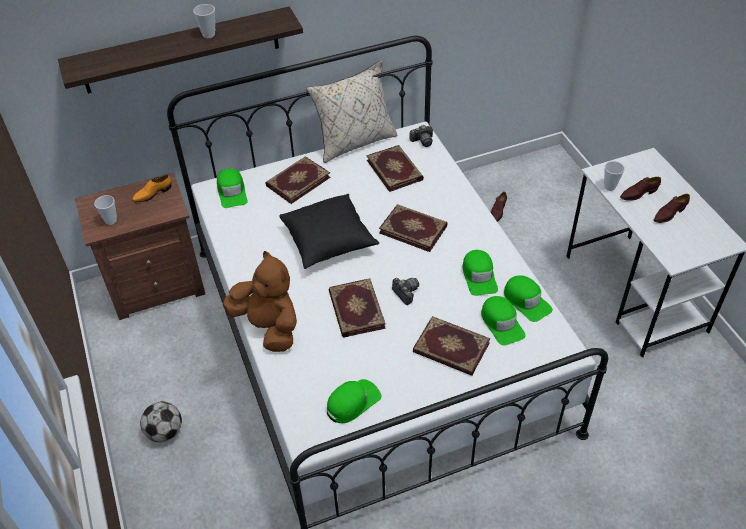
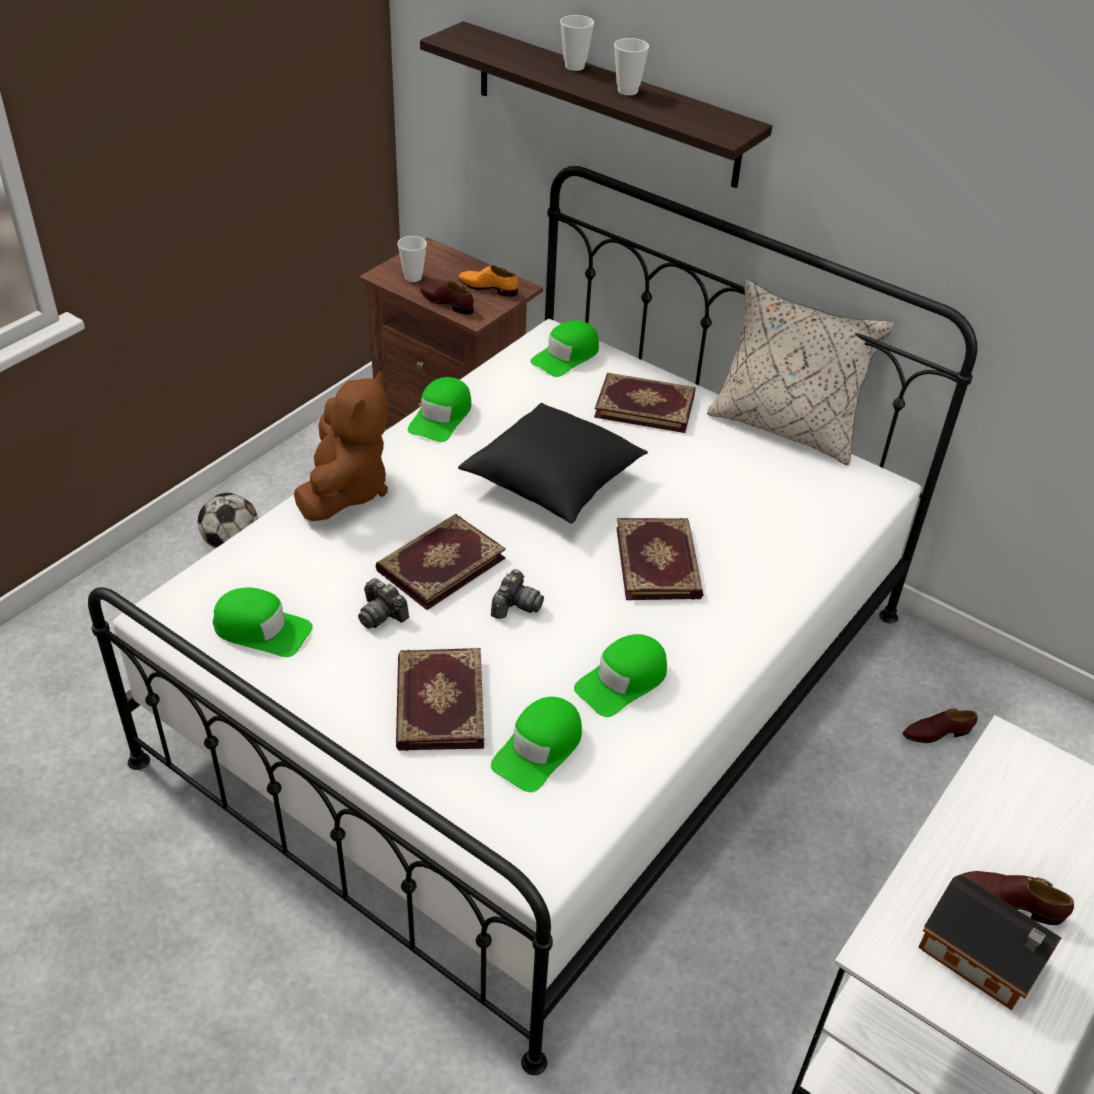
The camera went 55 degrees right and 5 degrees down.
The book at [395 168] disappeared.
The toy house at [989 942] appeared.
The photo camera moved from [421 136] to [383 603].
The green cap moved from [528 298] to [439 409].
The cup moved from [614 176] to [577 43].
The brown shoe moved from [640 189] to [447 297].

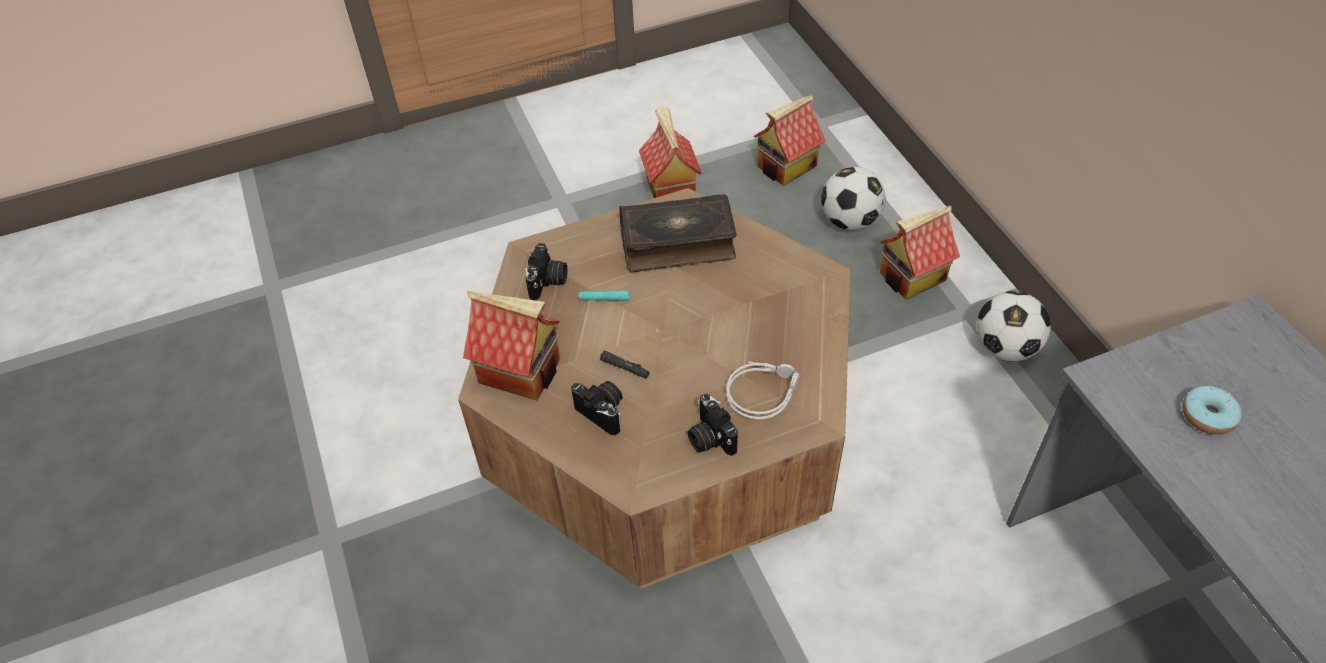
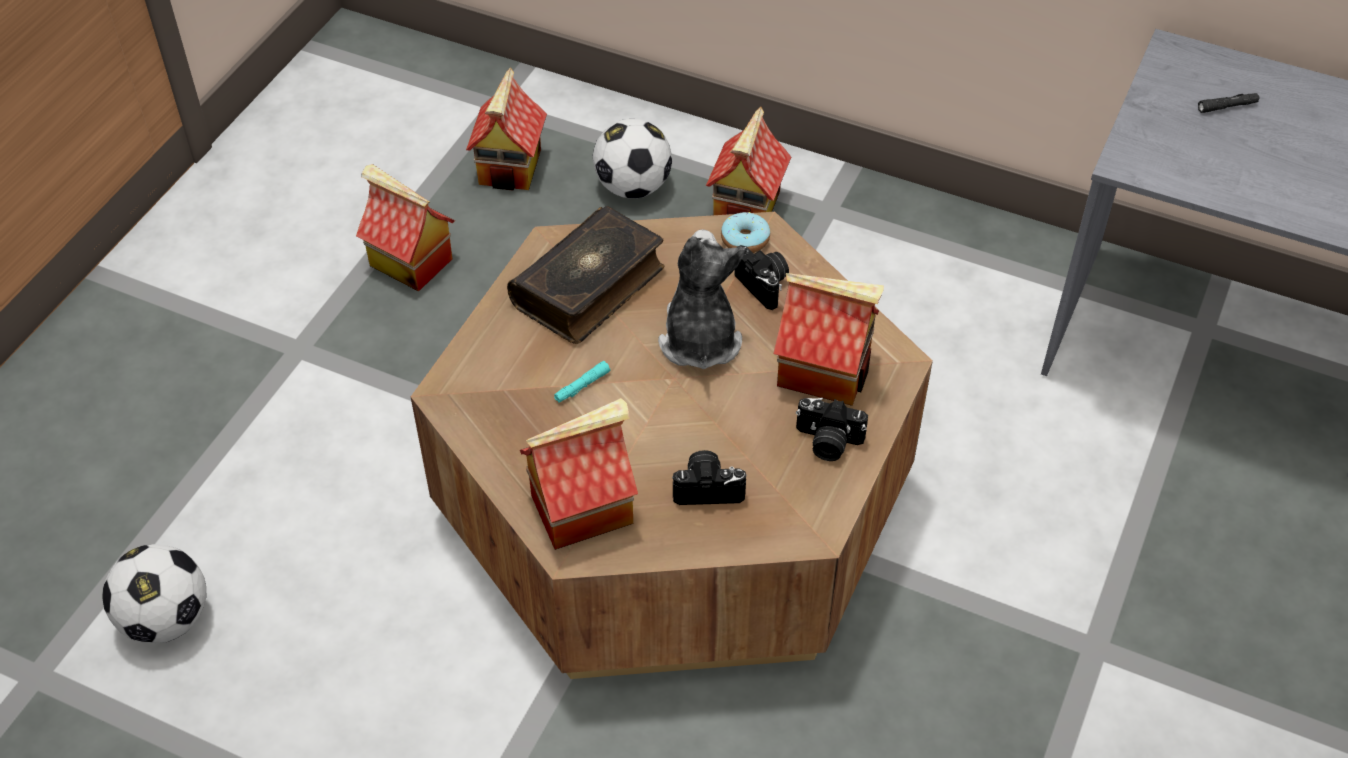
The camera went 45 degrees left and 0 degrees up.
The plush toy at [701 299] appeared.
The photo camera moved from [546 272] to [761 277].
The black flashlight moved from [625 365] to [1229 103].
The football moved from [1013 326] to [154 593].
The donut moved from [1212 410] to [745 232].
The grey headphones at [763 390] was replaced by the toy house at [828 339].

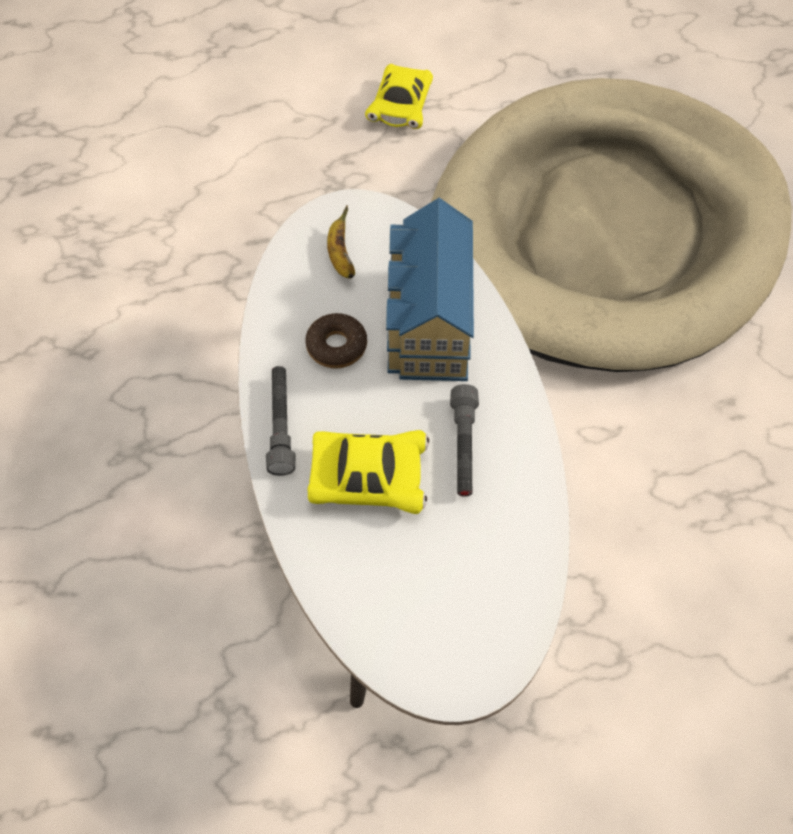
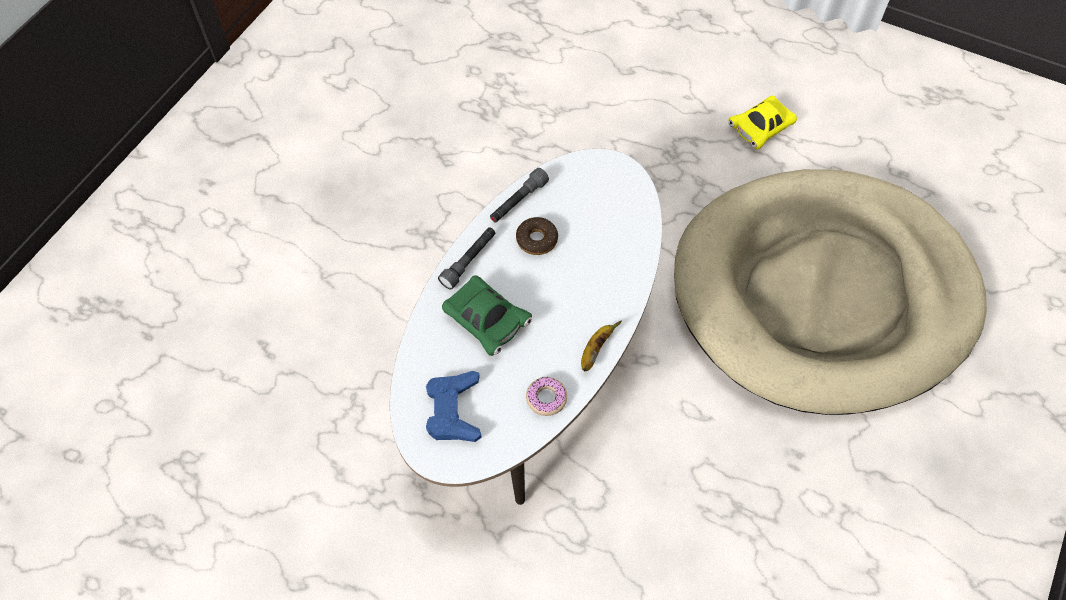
The camera went 40 degrees right and 0 degrees up.
The toy house at [430 289] disappeared.
The blue game controller at [454 406] appeared.
The donut at [546 396] appeared.
The banana moved from [341 241] to [601 345].
The grey flashlight moved from [464 440] to [519 195].
The yellow toy car at [368 472] became the green toy car at [487 315].

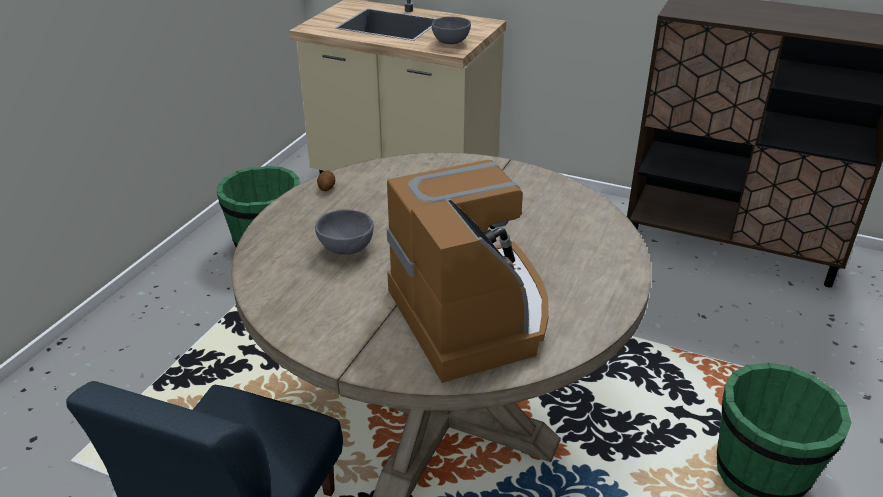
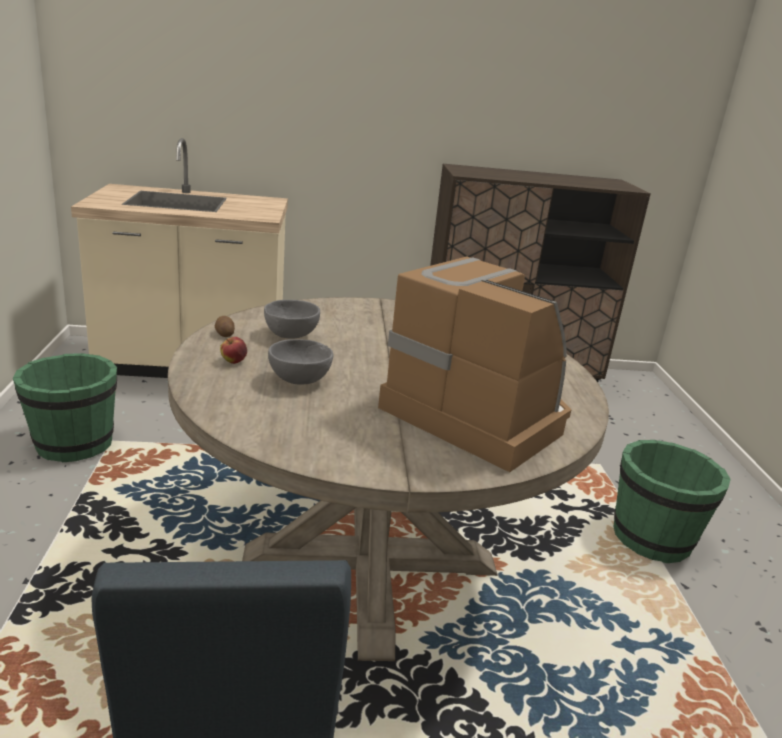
The camera went 30 degrees left and 10 degrees down.
The apple at [233 350] appeared.
The grey bowl moved from [451 30] to [292 319].

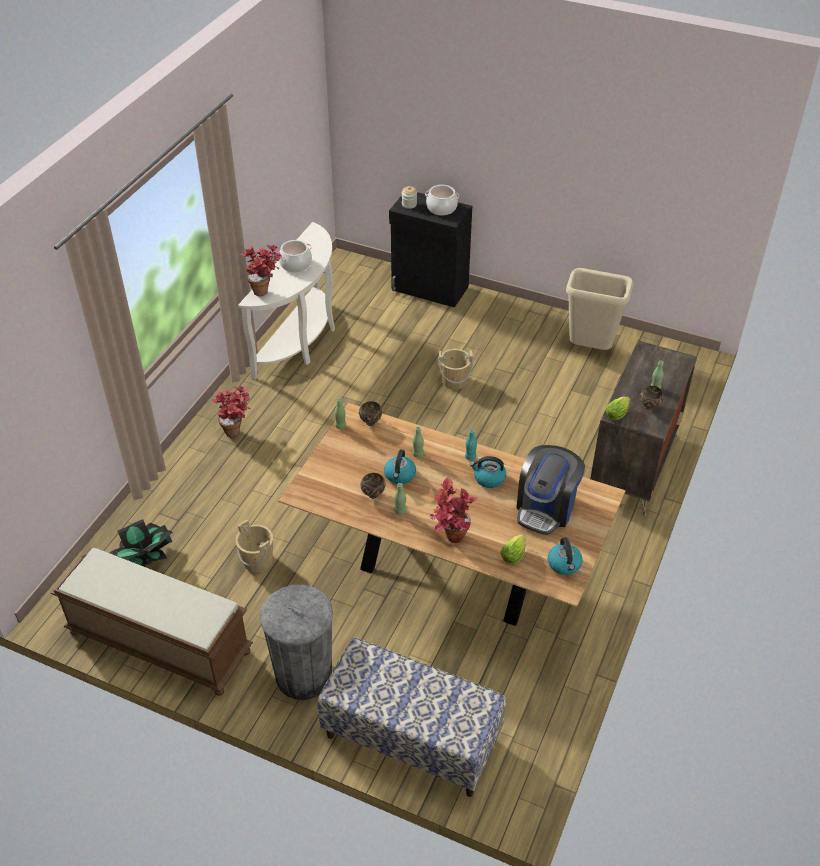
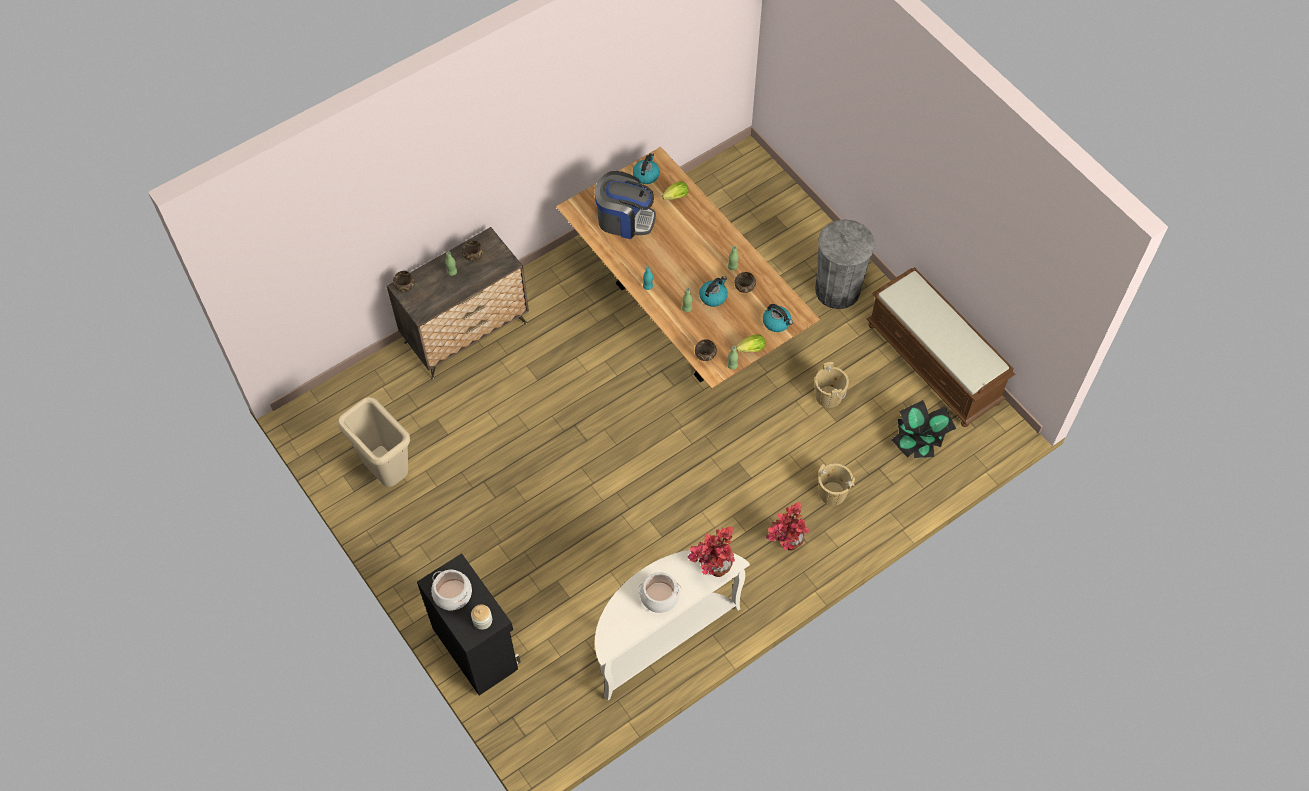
The camera went 150 degrees left and 15 degrees up.
The bench at [411 717] disappeared.
The potted plant at [454 510] disappeared.
The brown bowl at [404 281] appeared.
The beige bucket moved from [455 369] to [836 484].
The kettle moved from [488 472] to [778 318].
The lettuce moved from [618 408] to [750 343].
The coffee machine at [550 490] turned 45 degrees clockwise.

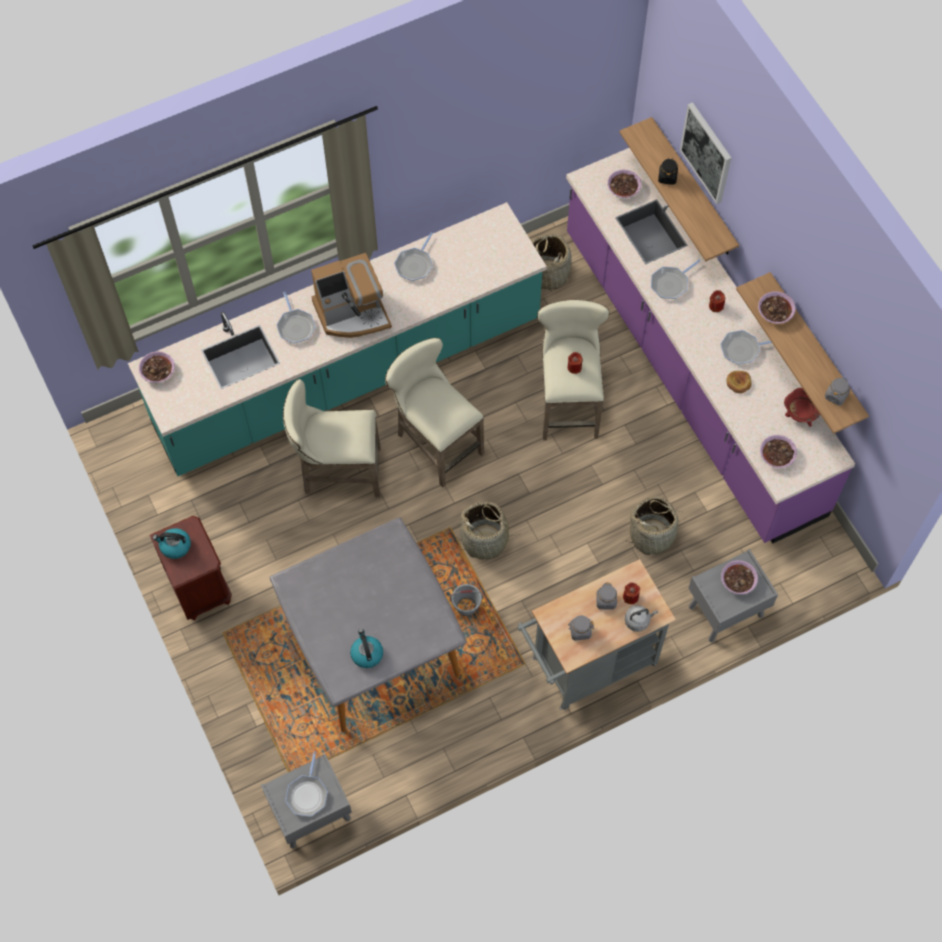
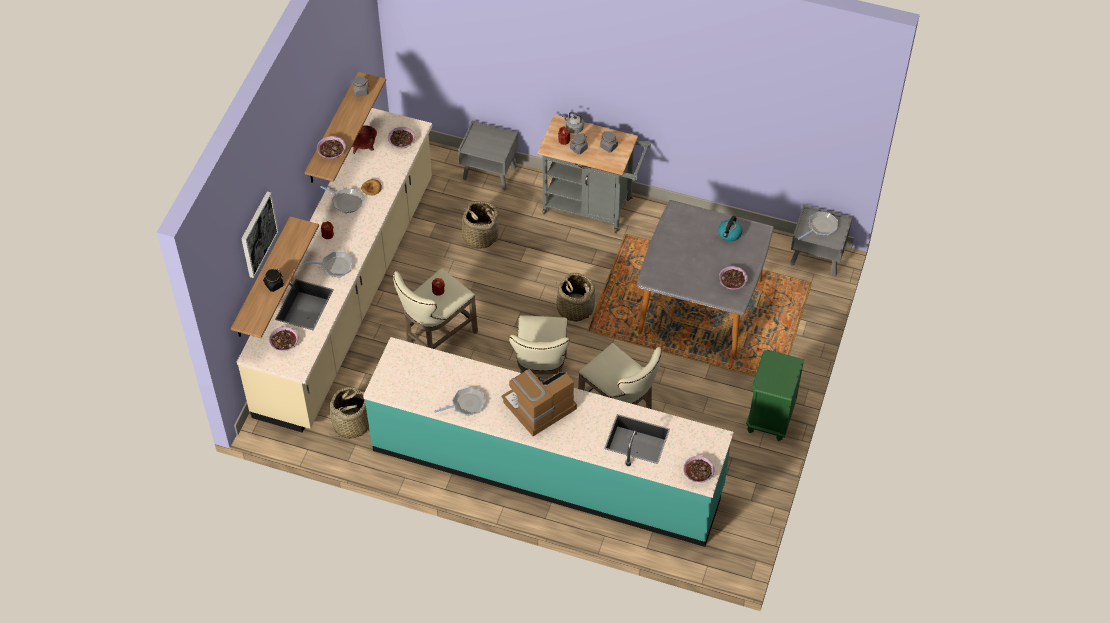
The camera went 135 degrees left and 10 degrees down.
The kettle at [172 543] disappeared.
The frying pan at [296 318] disappeared.
The grey bucket at [466 600] disappeared.
The bowl moved from [739 577] to [733 278].
The brown nightstand at [191 568] became the green nightstand at [775 395].
The purple counter at [710 346] became the beige counter at [334 270].
The coffee machine at [351 295] turned 60 degrees counterclockwise.

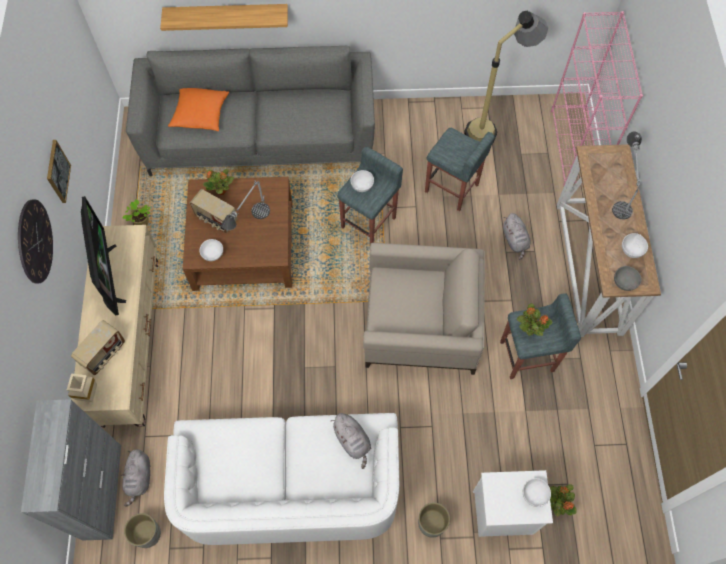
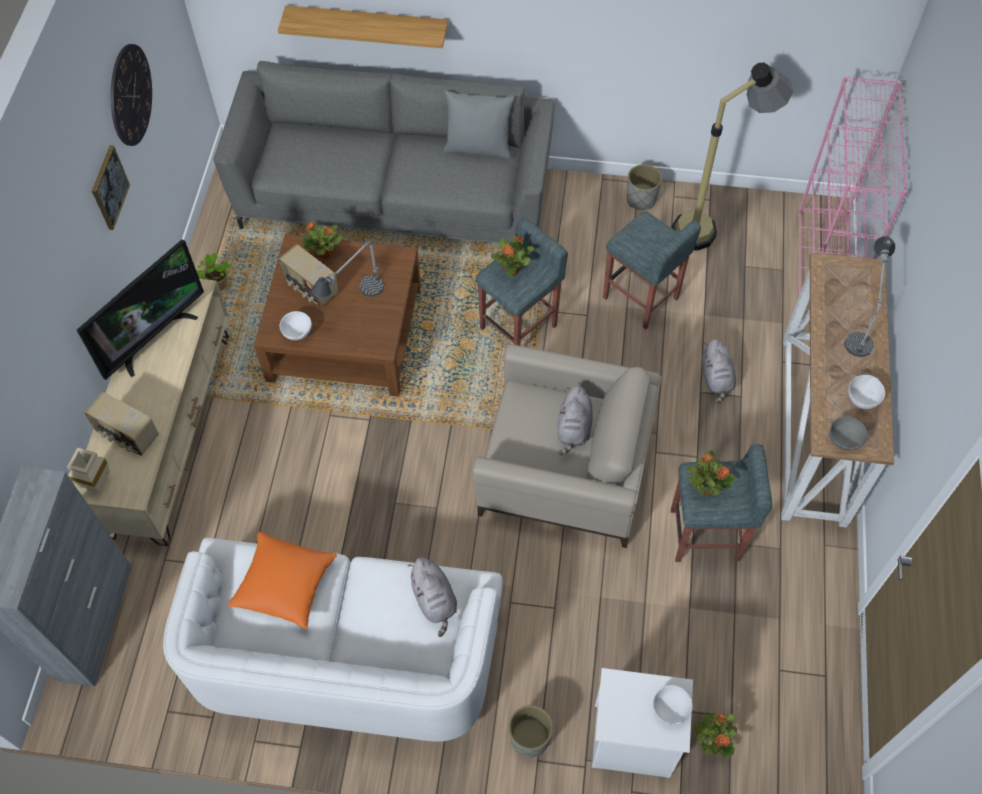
The camera went 10 degrees right and 5 degrees down.
The grey pillow at [479 125] appeared.
The wall clock moved from [35 241] to [131 95].
The grey plush toy moved from [135 477] to [575 420].
The grey planter moved from [142 530] to [644 187].
The orange pillow moved from [198 109] to [282 580].
The white bowl at [362 181] was replaced by the potted plant at [513 255].
The radio at [98 347] turned 75 degrees clockwise.
The television at [103 255] turned 45 degrees clockwise.

